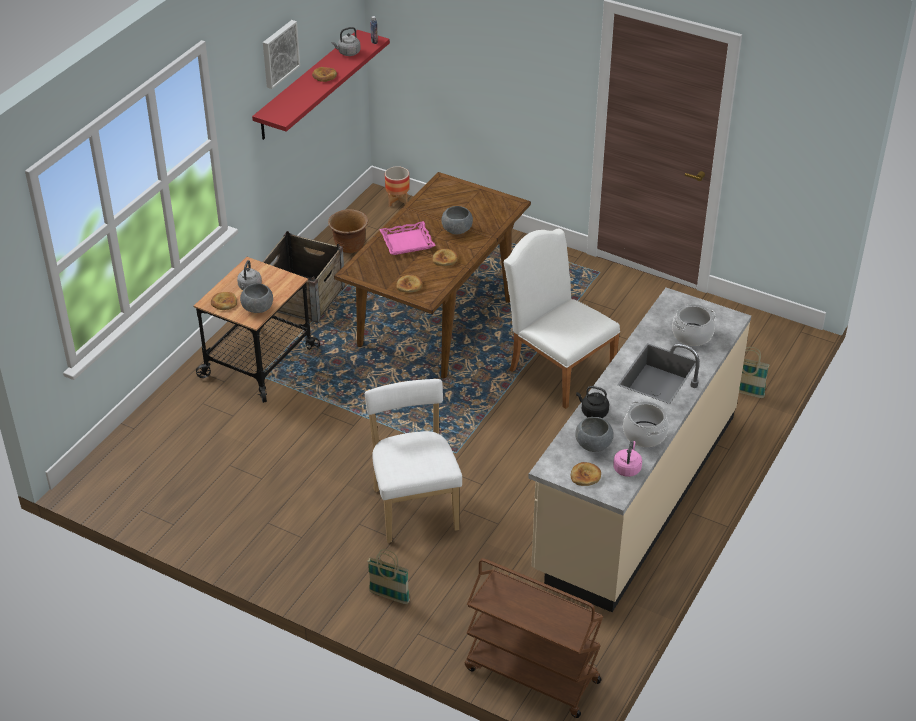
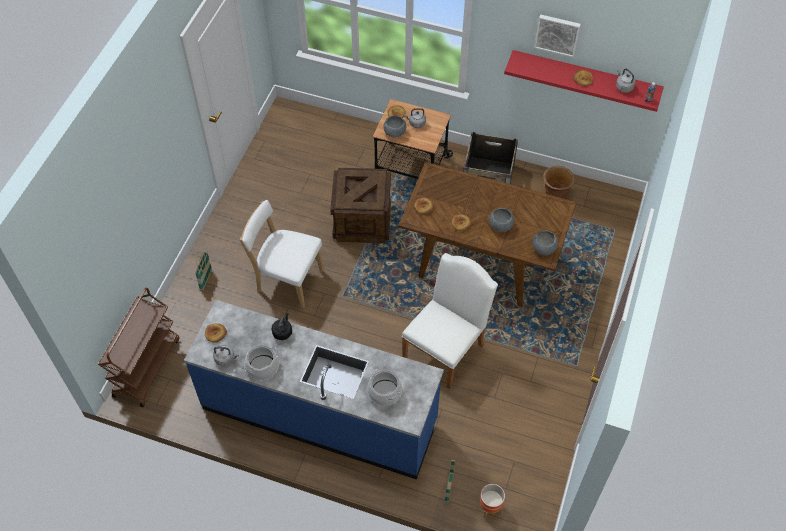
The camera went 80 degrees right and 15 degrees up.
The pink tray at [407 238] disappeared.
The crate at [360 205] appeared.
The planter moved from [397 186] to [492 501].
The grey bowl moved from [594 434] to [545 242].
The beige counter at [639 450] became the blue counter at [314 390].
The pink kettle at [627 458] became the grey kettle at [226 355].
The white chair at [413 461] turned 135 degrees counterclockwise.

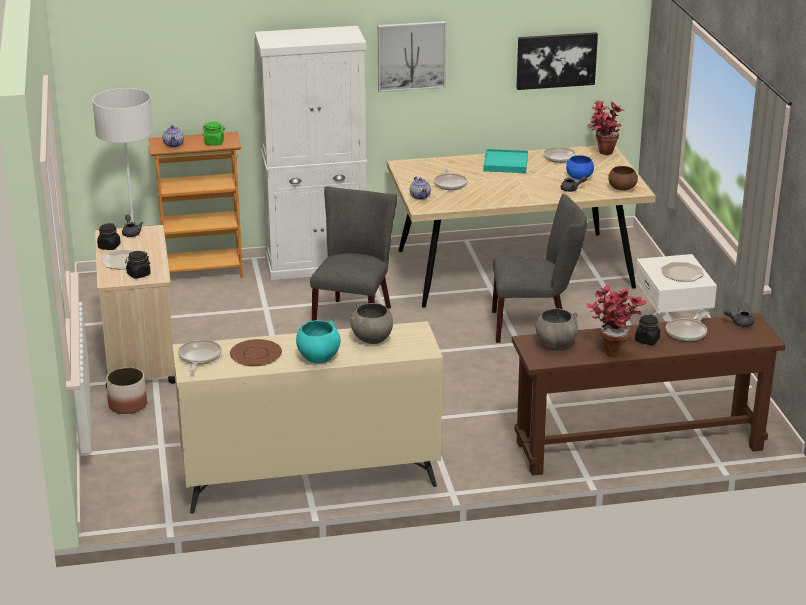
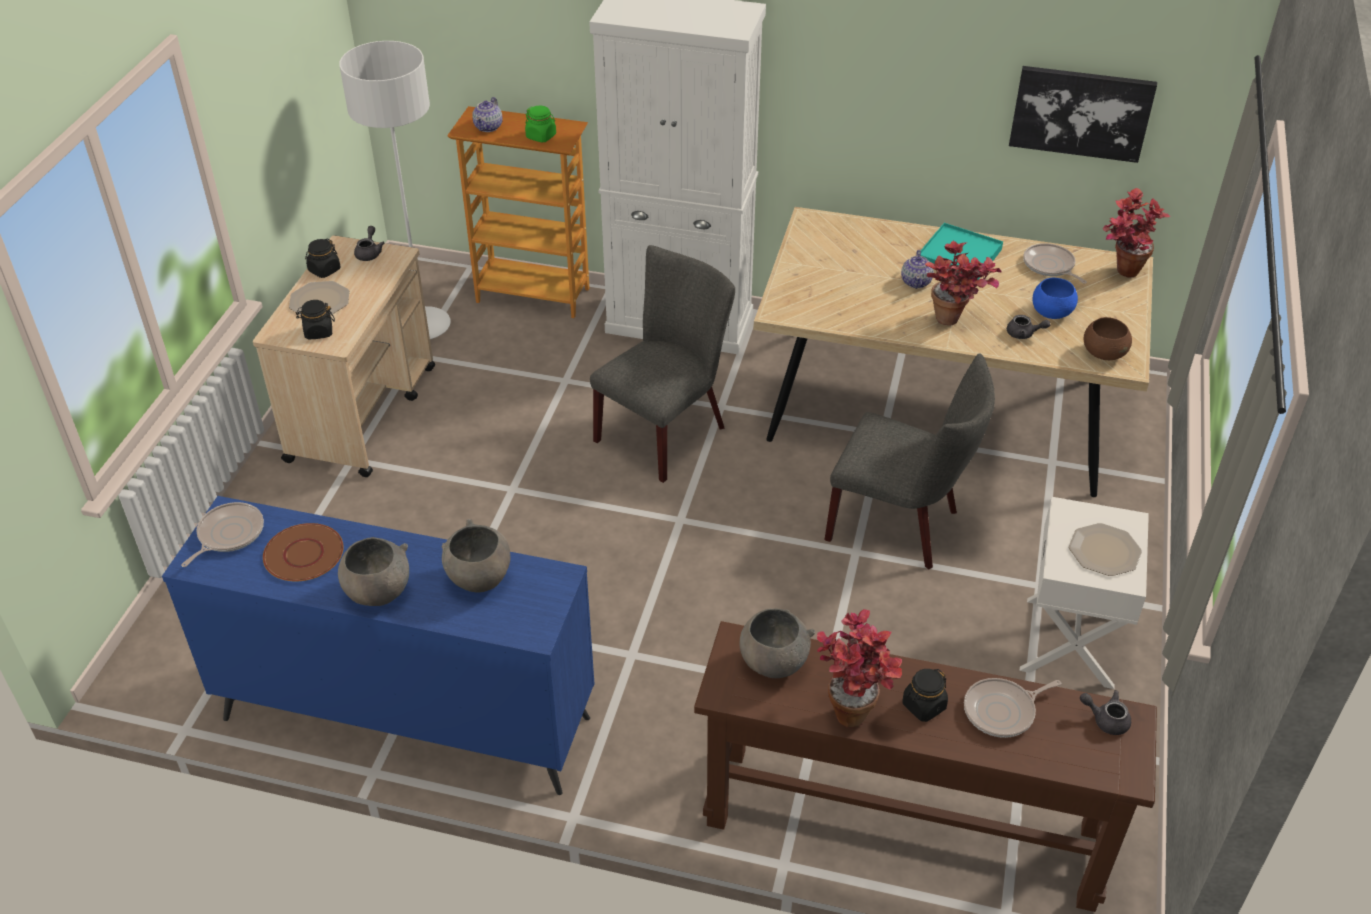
The camera went 25 degrees right and 15 degrees up.
The planter at [126 390] disappeared.
The picture at [412 56] disappeared.
The frying pan at [451 178] disappeared.
The potted plant at [963 283] appeared.
The teapot moved from [420 188] to [917 269].
The beige dresser at [307 417] became the blue dresser at [378 645].
The turquoise bowl at [318 341] became the grey bowl at [373 571].

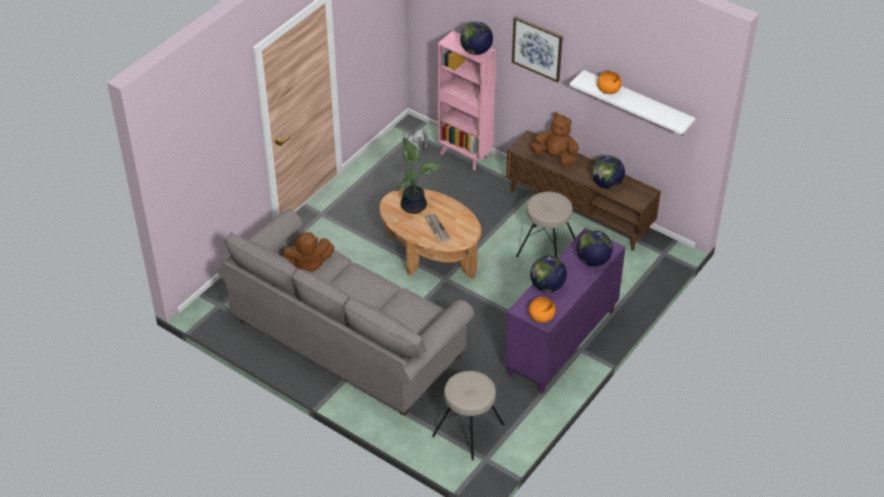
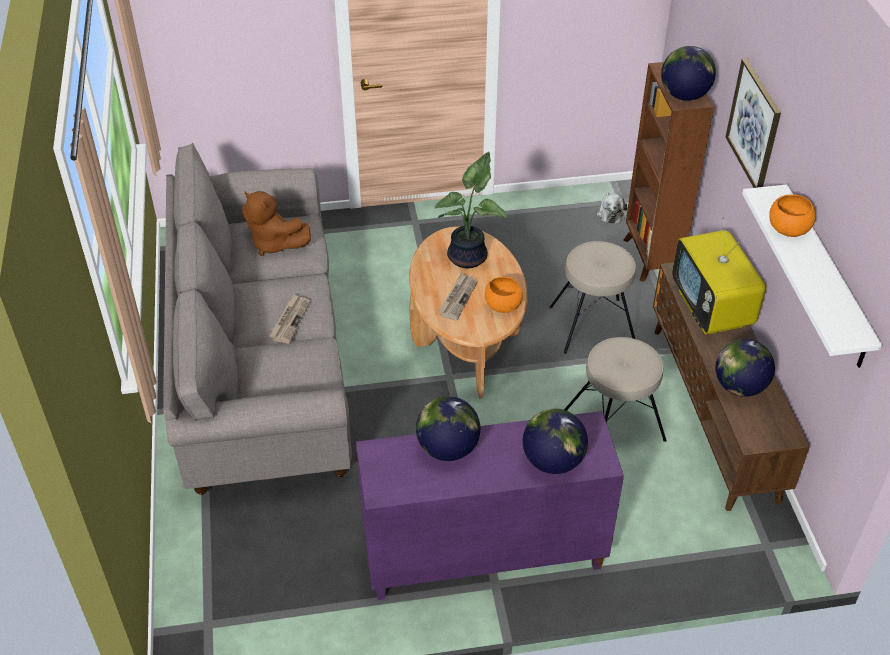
The camera went 45 degrees right and 0 degrees up.
The newspaper at [290 319] appeared.
The beige stool moved from [468 415] to [592 297].
The orange bowl moved from [542 310] to [504 295].
The brown plush toy at [554 139] was replaced by the television at [719 276].
The pink bookcase at [467 100] became the brown bookcase at [668 172].

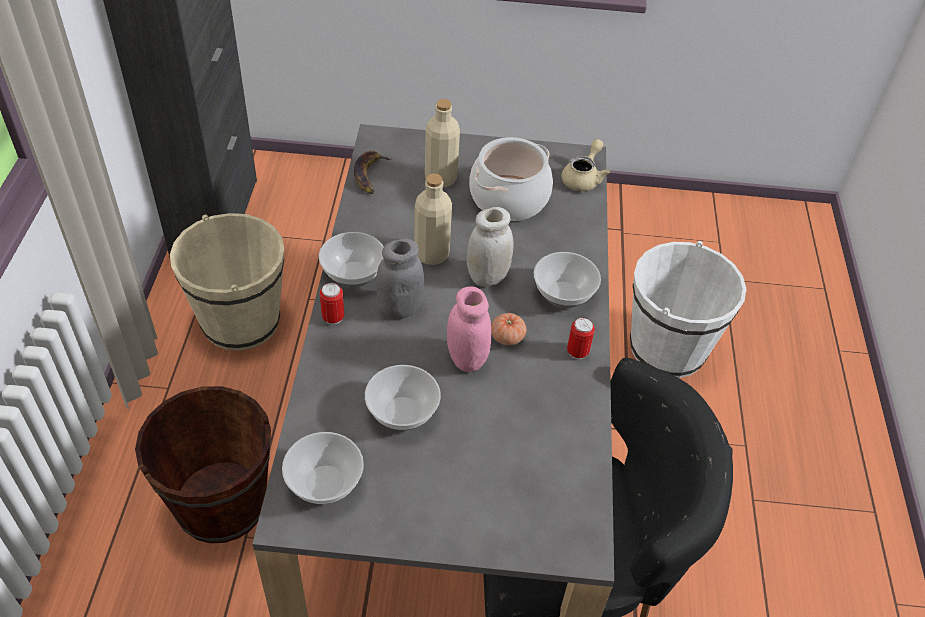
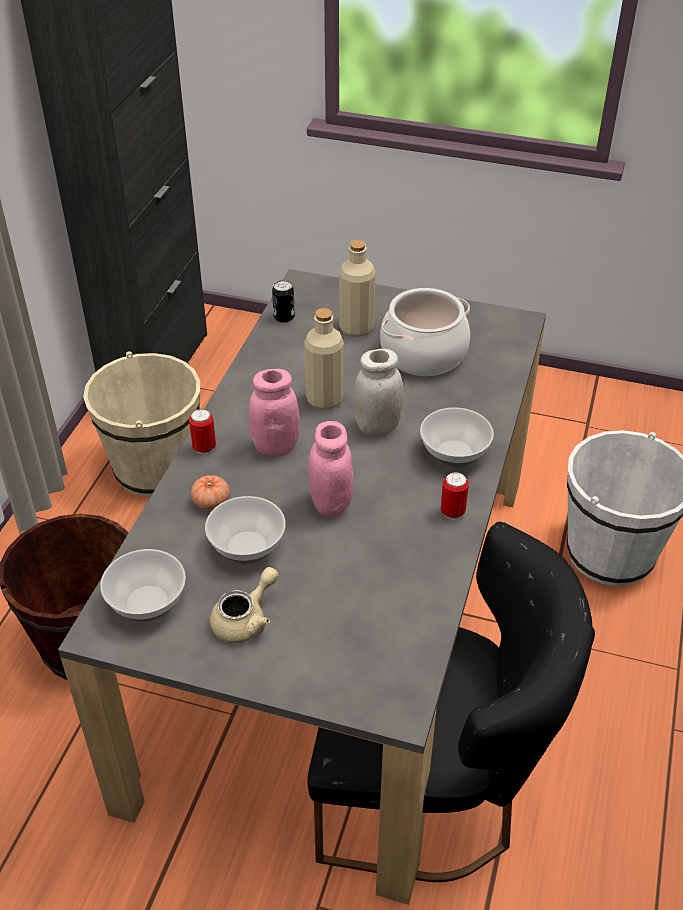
The camera went 15 degrees right and 5 degrees down.
The bowl at [351 260] disappeared.
The tomato moved from [508 329] to [210 492].
The beige teapot moved from [585 165] to [244 605].
The banana at [373 172] was replaced by the can at [283 301].
The grey jar at [400 278] became the pink jar at [274 413].

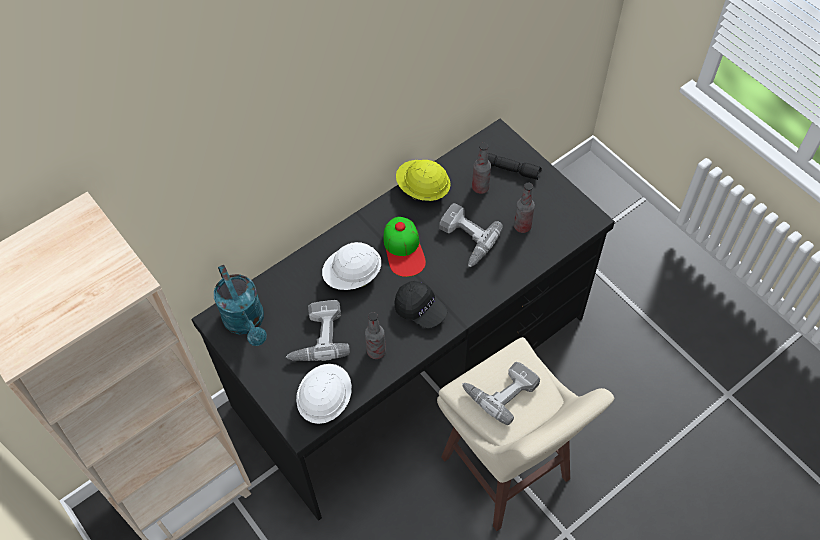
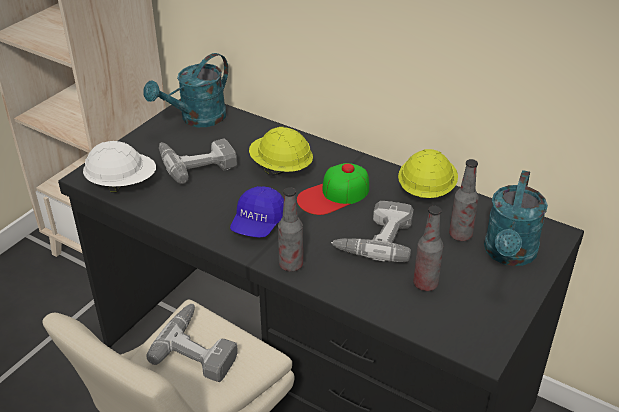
The camera went 70 degrees right and 20 degrees down.
The bottle moved from [375 335] to [290 229].
The black flashlight at [515 166] was replaced by the turquoise watering can at [516 218].
The white hard hat at [351 266] became the yellow hard hat at [281 151].
The black cap at [421 304] became the blue cap at [257 212].

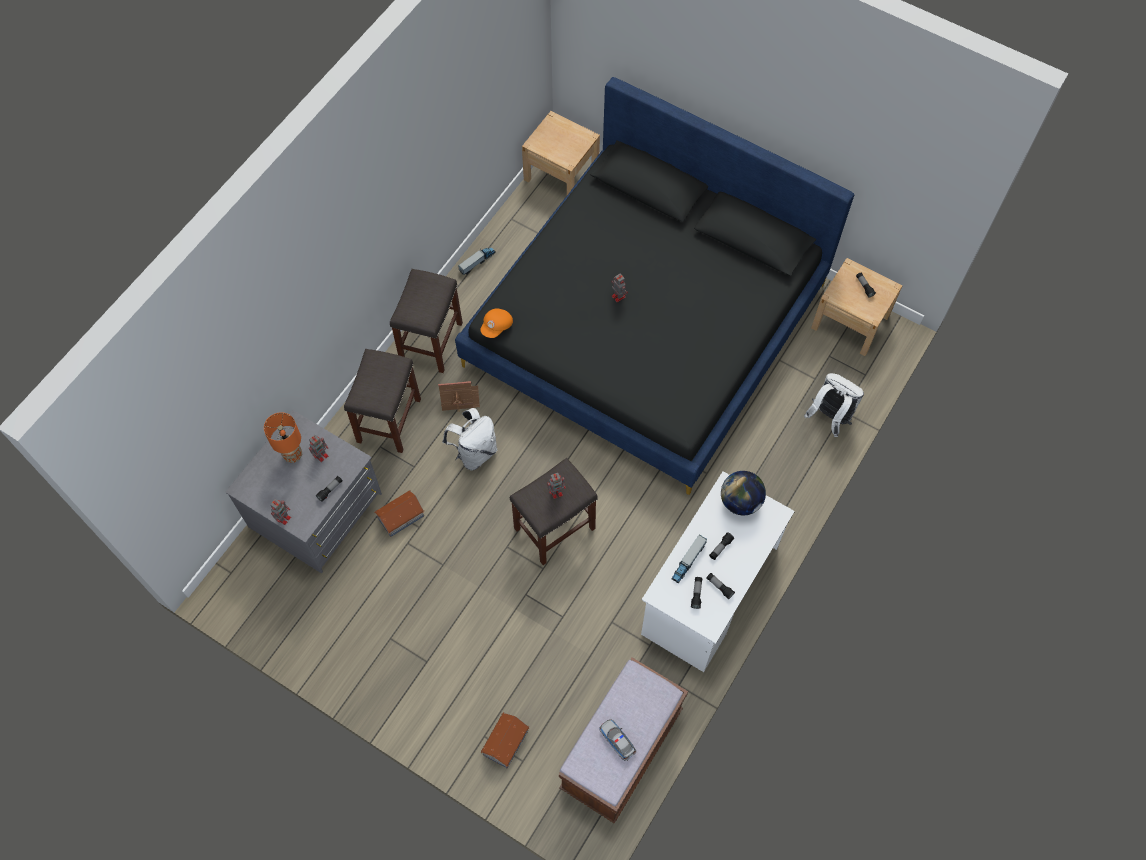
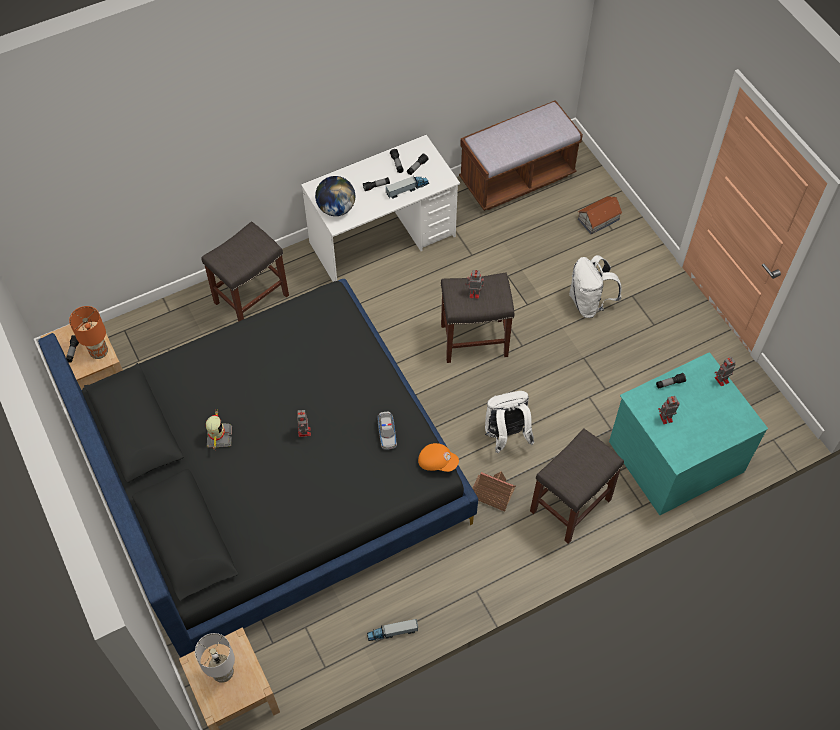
The camera went 150 degrees left and 5 degrees down.
The toy house at [399 513] disappeared.
The white table lamp at [215 658] appeared.
The toy robot at [219 430] appeared.
The orange table lamp moved from [283 437] to [88 332].
The grey stool moved from [426 321] to [245 271].
The toy car moved from [617 740] to [387 431].
The white backpack moved from [834 405] to [595 286].
The grey dresser at [303 491] became the turquoise dresser at [688 433].
The orange cap at [496 323] turned 45 degrees clockwise.

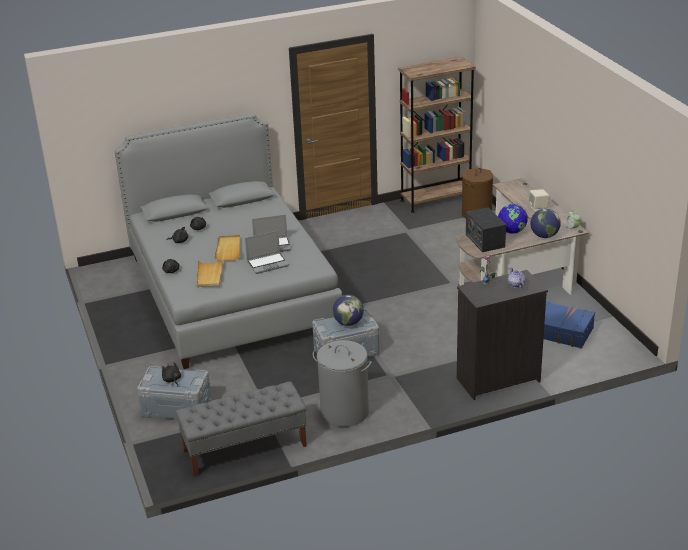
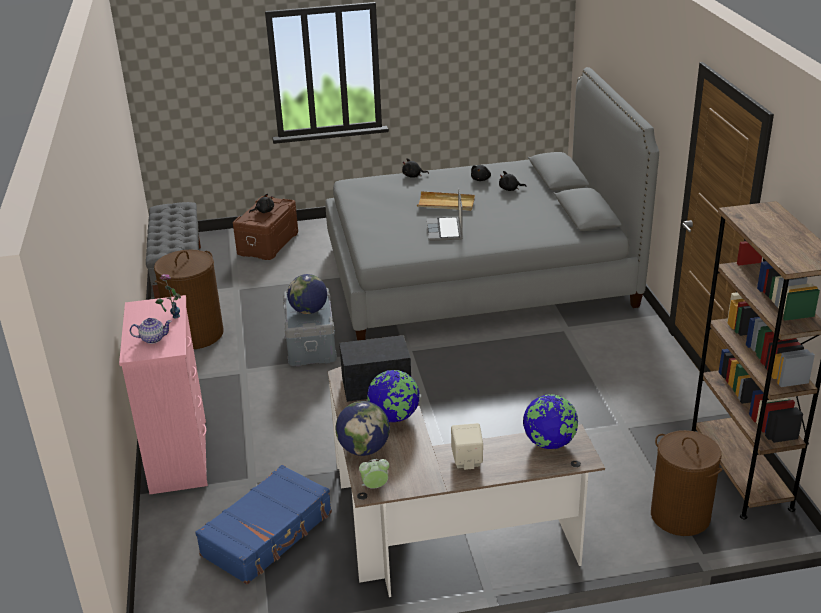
The camera went 100 degrees right and 0 degrees up.
The beige tray at [210 273] disappeared.
The laptop at [267 252] disappeared.
The globe at [550 421] appeared.
The grey storage box at [174 392] became the brown storage box at [265 228].
The grey laundry basket at [342 383] became the brown laundry basket at [189 299].
The black dresser at [502 335] became the pink dresser at [163 394].

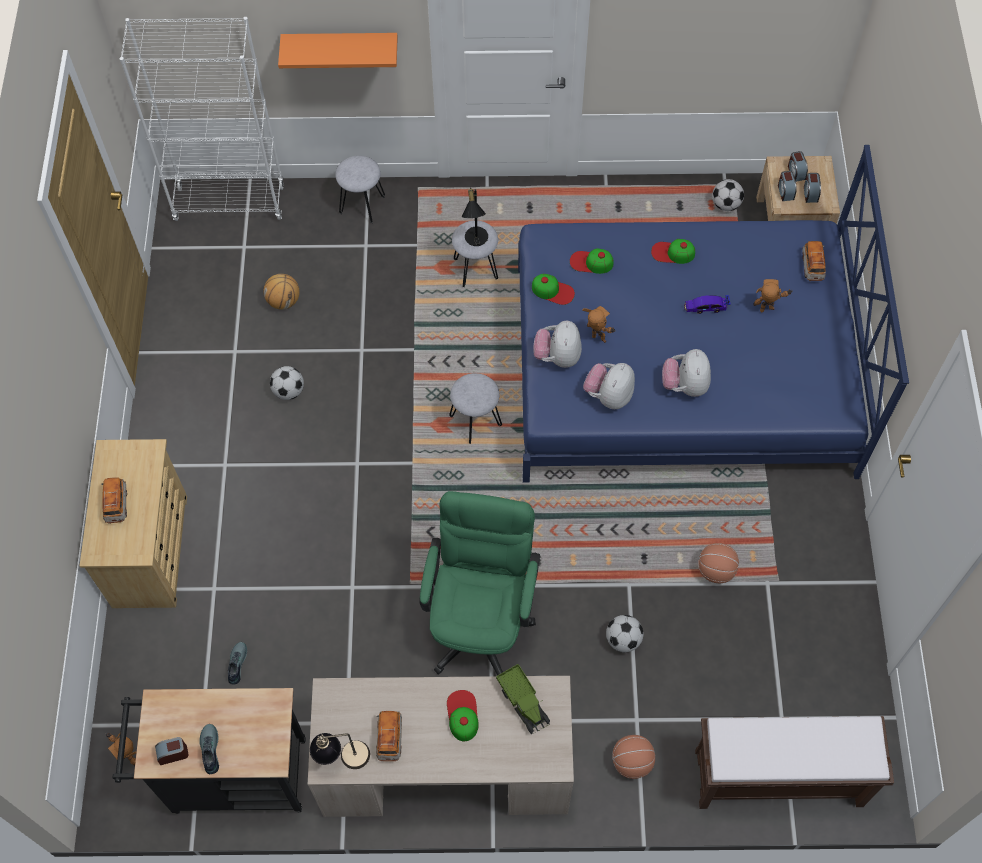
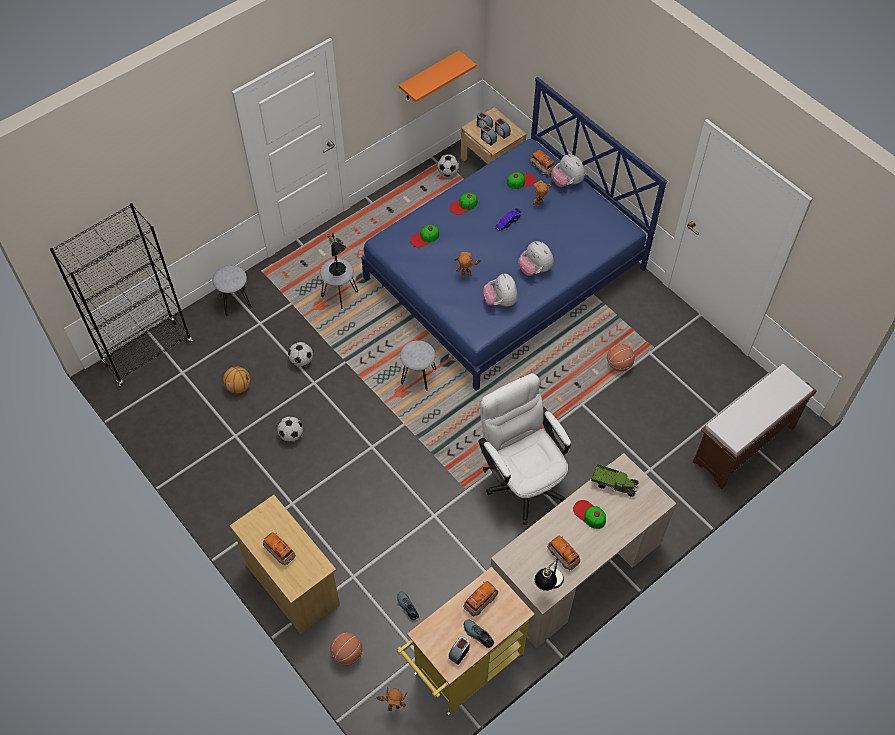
The camera went 40 degrees left and 5 degrees down.
The toy car at [480 598] appeared.
The orange shelf moved from [338 50] to [437 76].
The cap moved from [553 289] to [521 180].
The plush toy moved from [558 344] to [568 170].
The football moved from [624 633] to [300 354].
The basketball moved from [633 757] to [346 649].
The black cart at [209 751] became the yellow cart at [466 641].
The white bookcase at [201 119] became the black bookcase at [121 294].
The green office chair at [480 583] became the white office chair at [524 449].

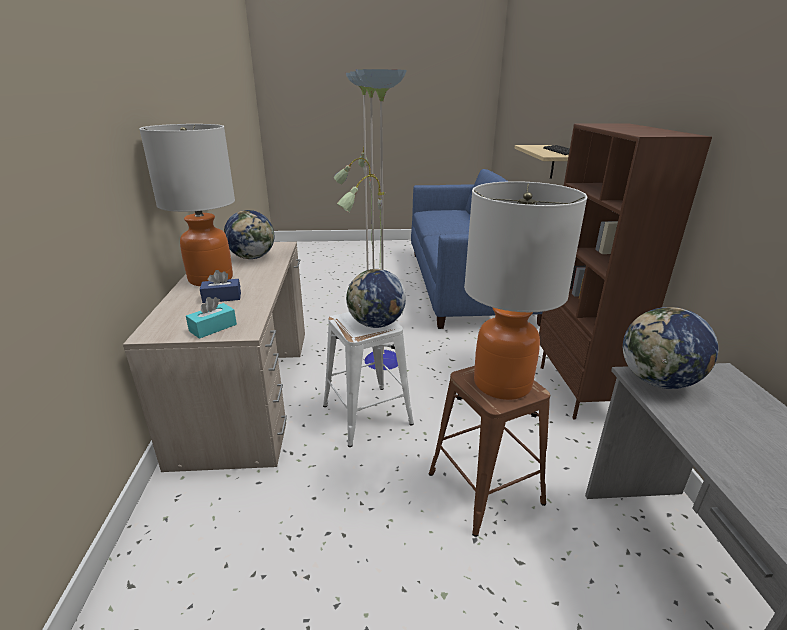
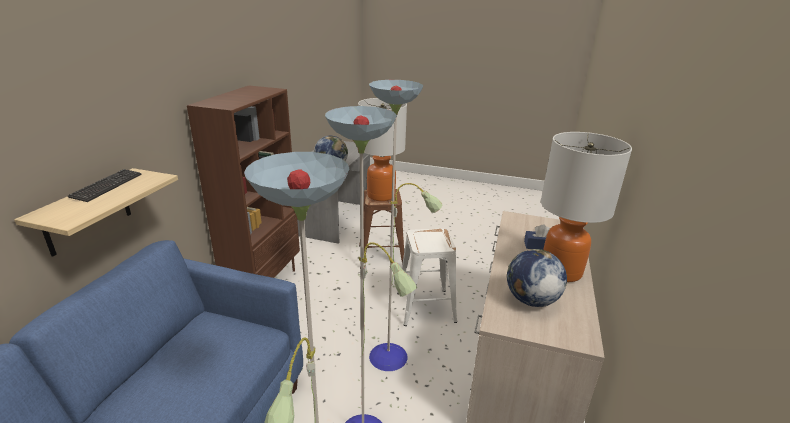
The camera went 160 degrees left and 0 degrees up.
The turquoise tissue box at [211 318] disappeared.
The globe at [376 298] disappeared.

